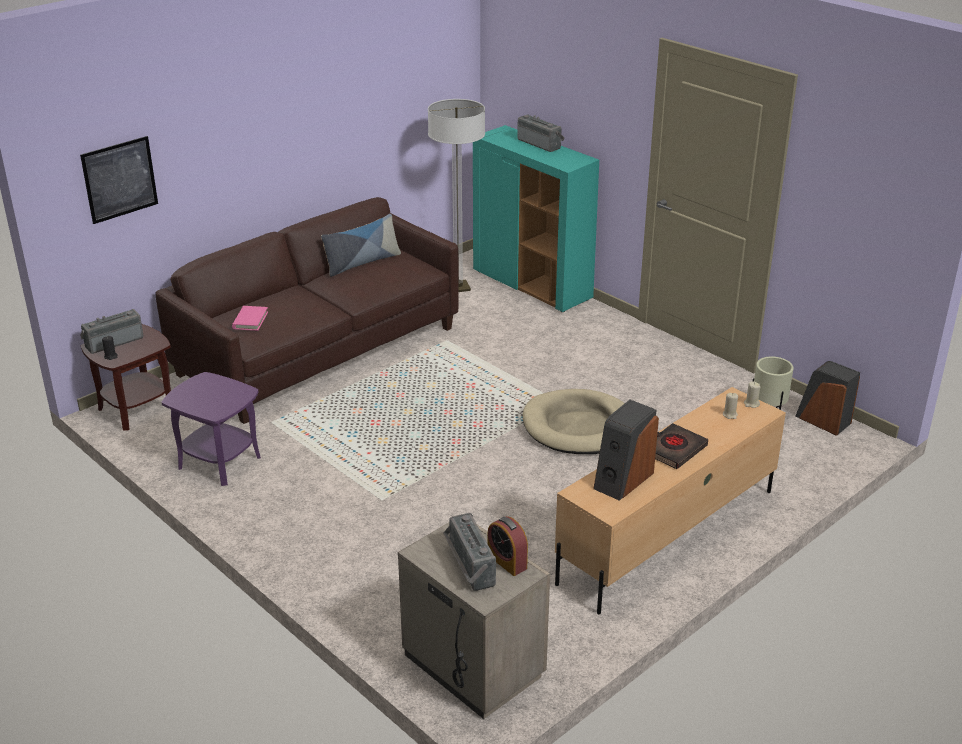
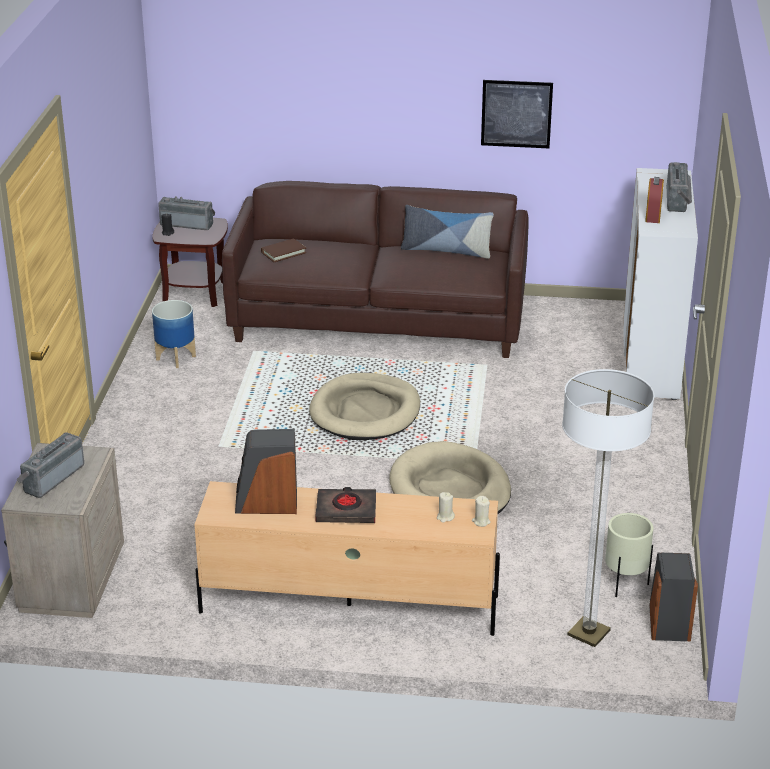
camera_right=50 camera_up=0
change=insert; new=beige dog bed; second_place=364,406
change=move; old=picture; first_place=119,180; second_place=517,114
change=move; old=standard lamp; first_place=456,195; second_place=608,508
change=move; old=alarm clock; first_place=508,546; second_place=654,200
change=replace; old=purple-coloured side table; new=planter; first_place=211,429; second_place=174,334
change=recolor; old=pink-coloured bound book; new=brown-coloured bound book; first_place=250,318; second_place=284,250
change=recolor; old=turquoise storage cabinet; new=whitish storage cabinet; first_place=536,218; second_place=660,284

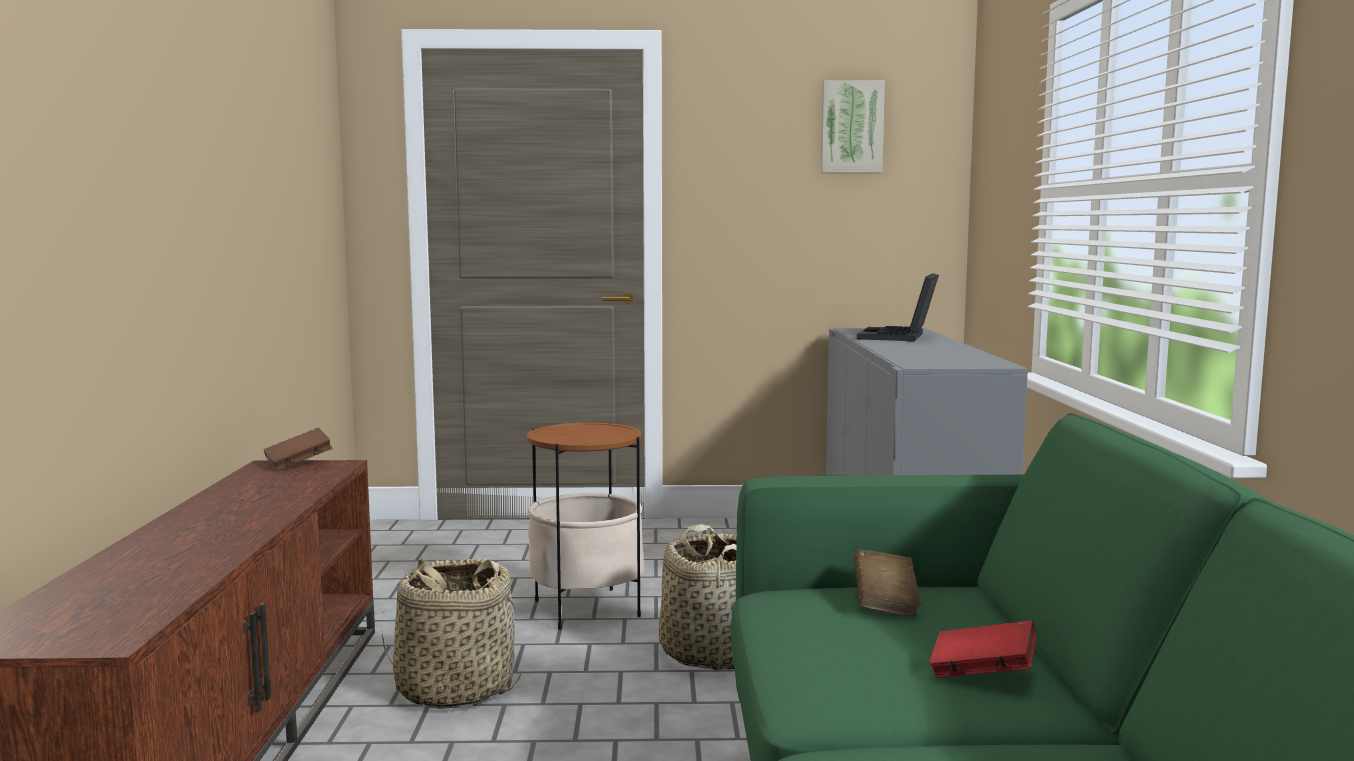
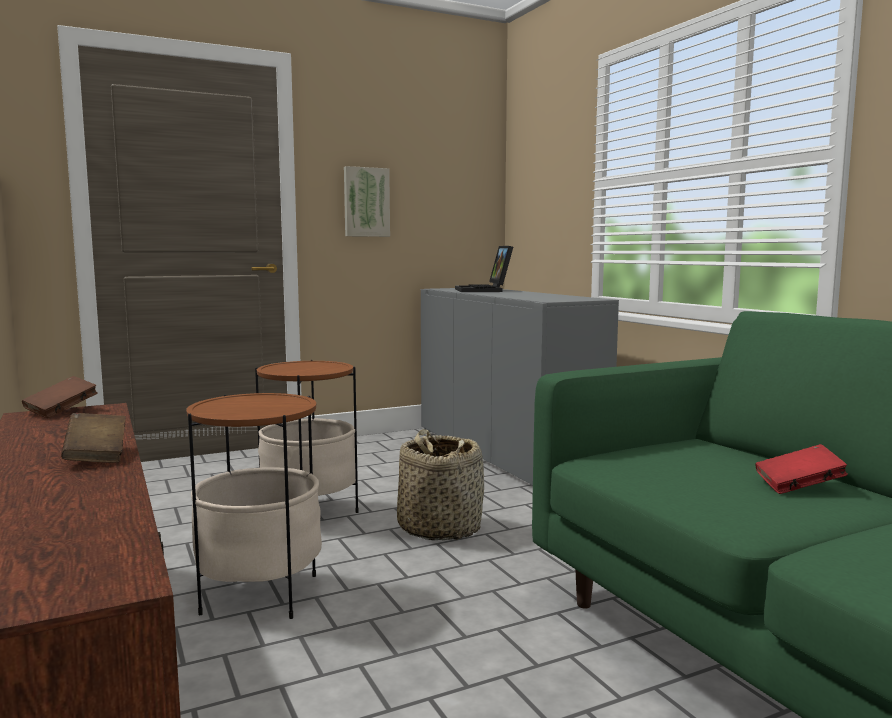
camera_right=-25 camera_up=0
change=move; old=picture; first_place=853,126; second_place=367,201
change=move; old=brown-coloured bound book; first_place=887,582; second_place=93,438
change=replace; old=household basket; new=side table; first_place=451,633; second_place=254,506

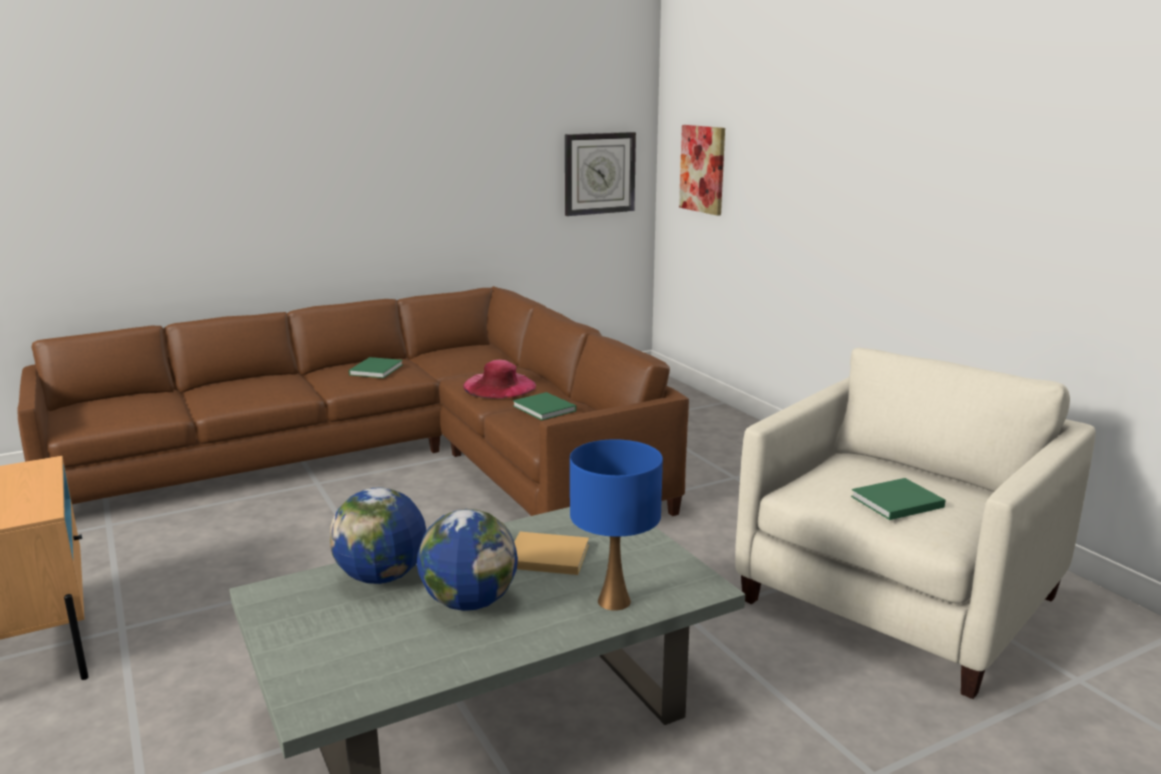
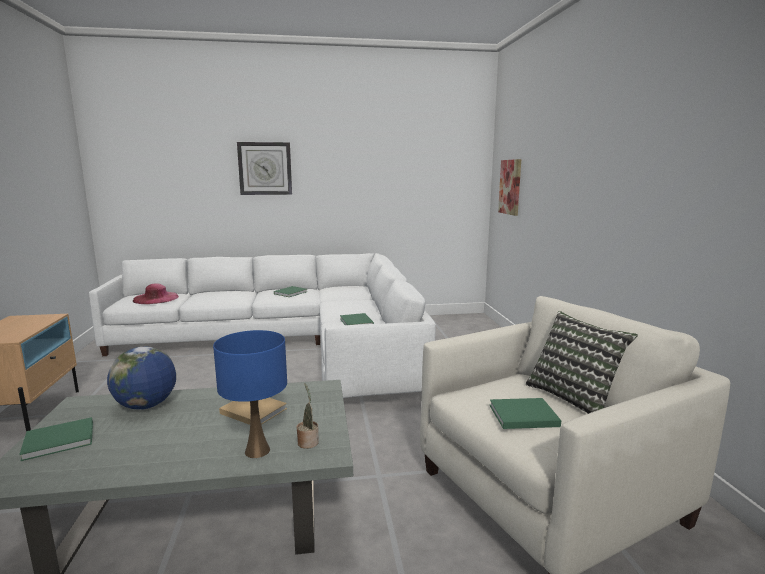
camera_right=20 camera_up=-5
change=delete; old=desk globe; first_place=467,560
change=insert; new=greenish bound book; second_place=56,439
change=insert; new=potted plant; second_place=308,416
change=insert; new=cushion; second_place=582,362
change=move; old=pink-coloured hat; first_place=499,379; second_place=156,293
change=move; old=hanging clock; first_place=600,174; second_place=264,168
change=recolor; old=brown-coloured settee; new=whitish settee; first_place=353,401; second_place=262,325

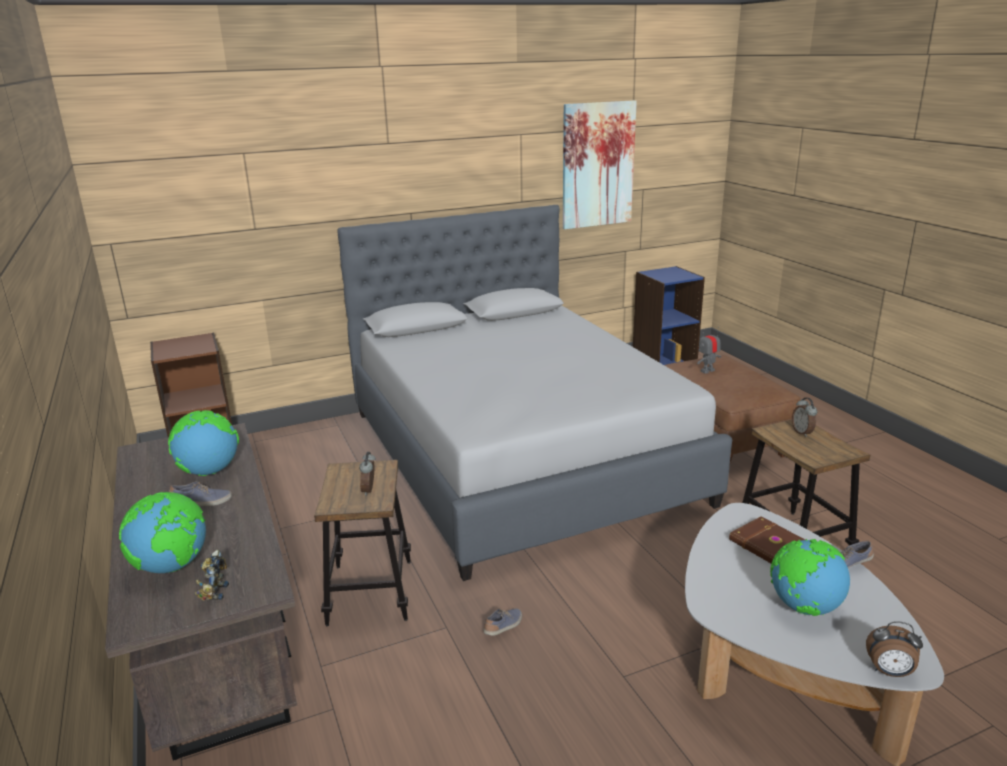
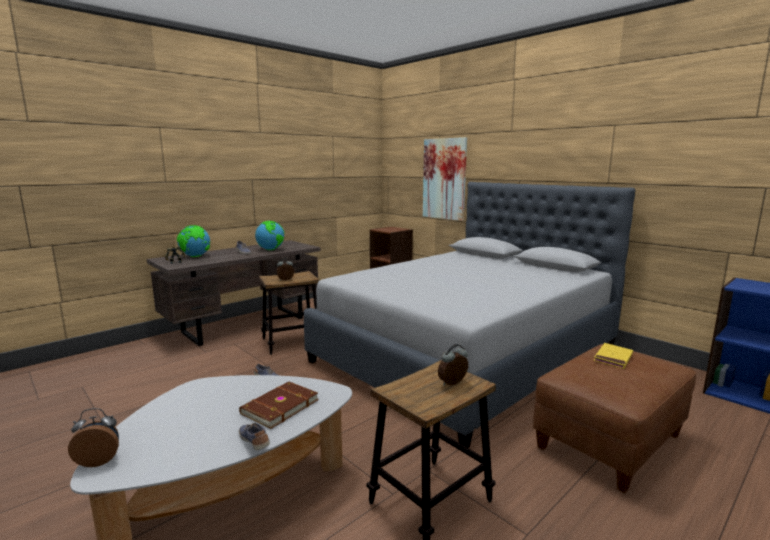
camera_right=70 camera_up=-10
change=delete; old=desk globe; first_place=810,577
change=move; old=picture; first_place=600,164; second_place=445,179
change=replace; old=toy robot; new=yellowish bound book; first_place=709,350; second_place=613,356
change=rotate; old=alarm clock; first_place=894,649; second_place=93,437; degrees=75

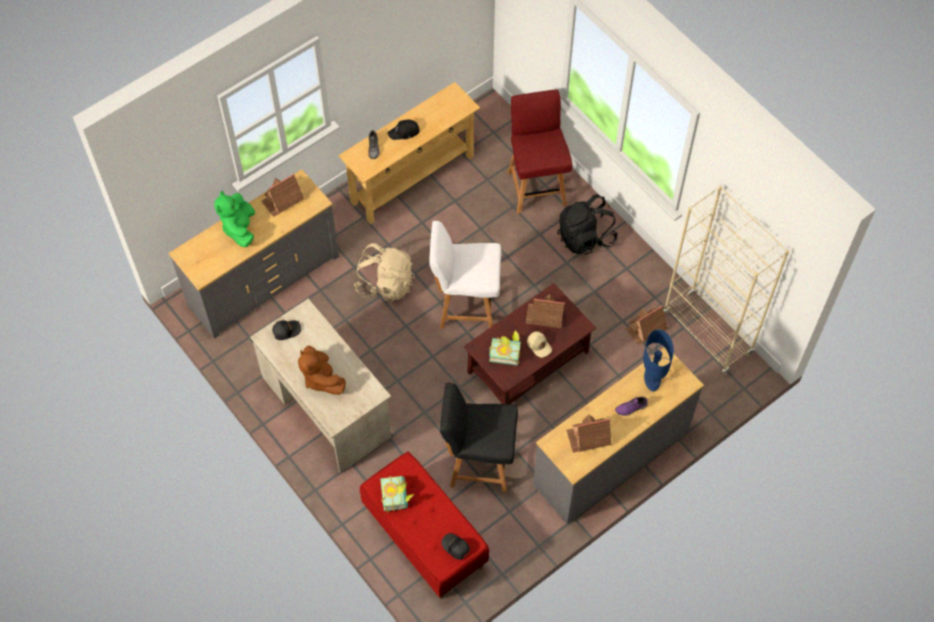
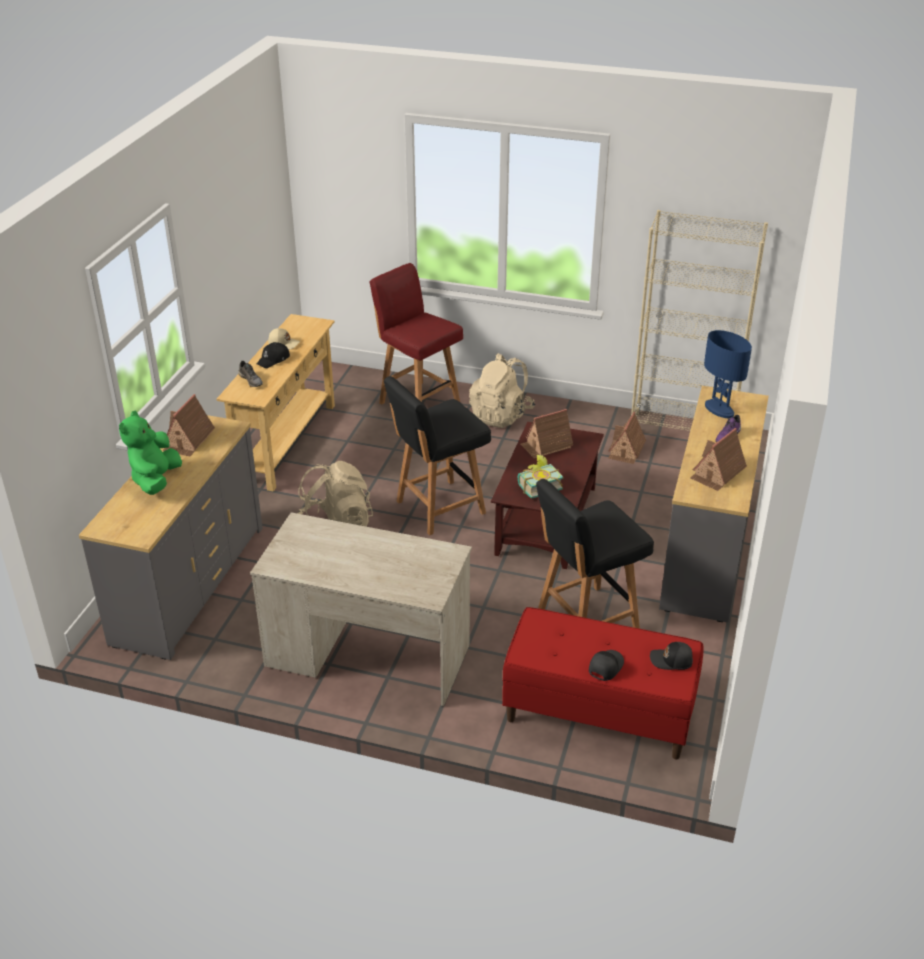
camera_right=-35 camera_up=-25
change=delete; old=brown-coloured cuddly toy; first_place=322,370
change=delete; old=bound book; first_place=397,494
change=move; old=black peaked cap; first_place=286,330; second_place=606,665
change=move; old=beige peaked cap; first_place=539,344; second_place=284,339
change=recolor; old=whitish plain chair; new=black plain chair; first_place=465,275; second_place=437,455
change=recolor; old=black rucksack; new=beige rucksack; first_place=587,225; second_place=502,390
change=rotate; old=greenish cuddly toy; first_place=234,219; second_place=150,453; degrees=45

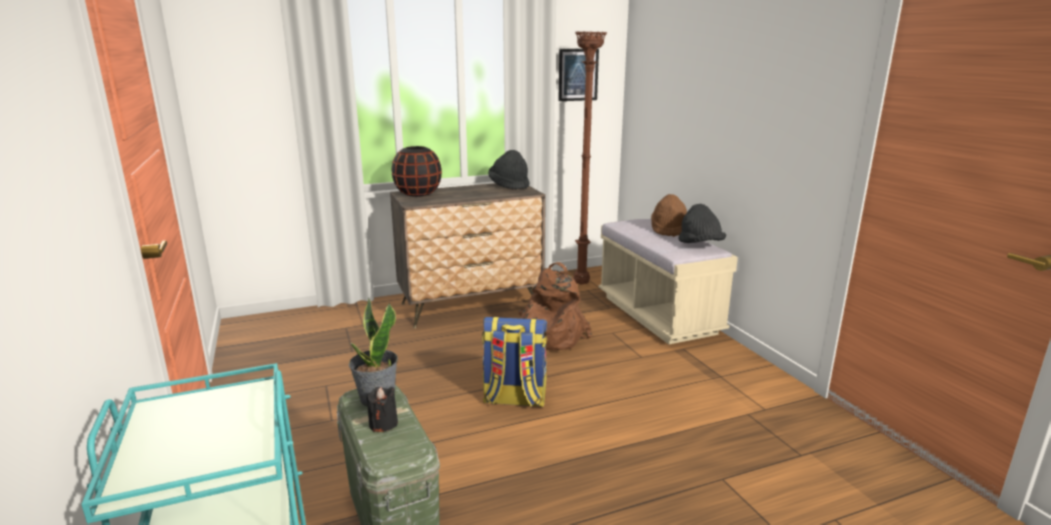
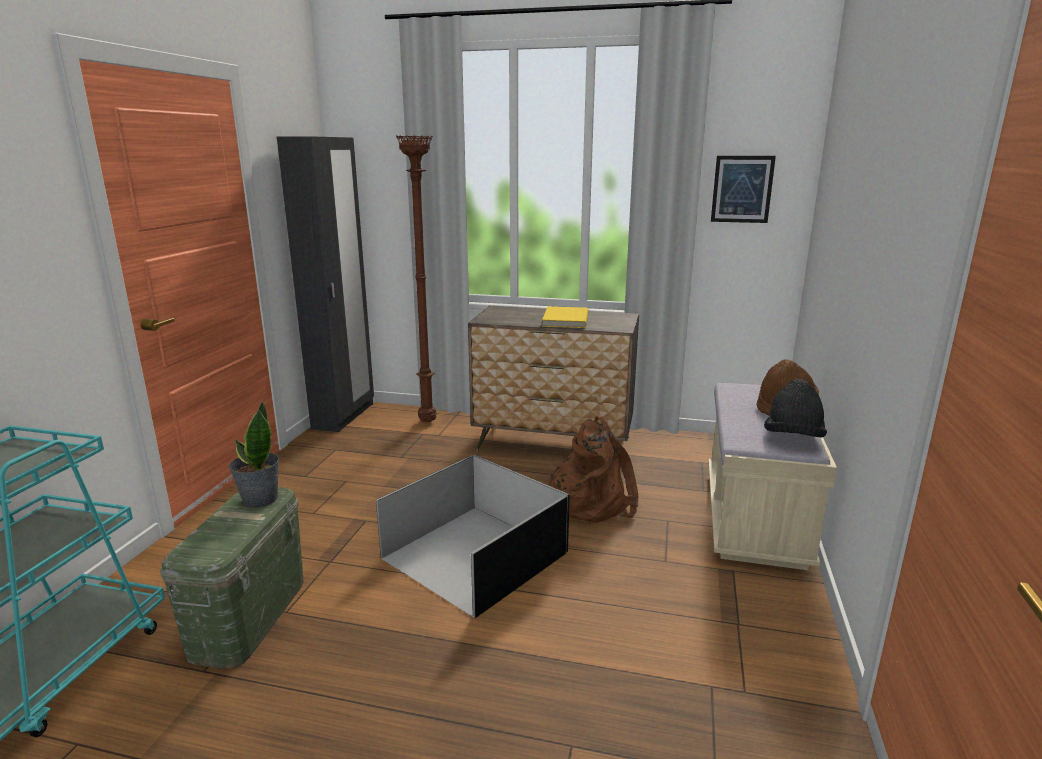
camera_right=35 camera_up=0
change=delete; old=black wax candle; first_place=382,409
change=delete; old=black decorative vase; first_place=417,171
change=delete; old=black hat; first_place=509,169
change=insert; new=black armoire; second_place=325,284
change=insert; new=yellowish bound book; second_place=565,317
change=move; old=brown-coloured standard lamp; first_place=590,158; second_place=416,278
change=replace; old=rucksack; new=black storage box; first_place=514,362; second_place=473,536

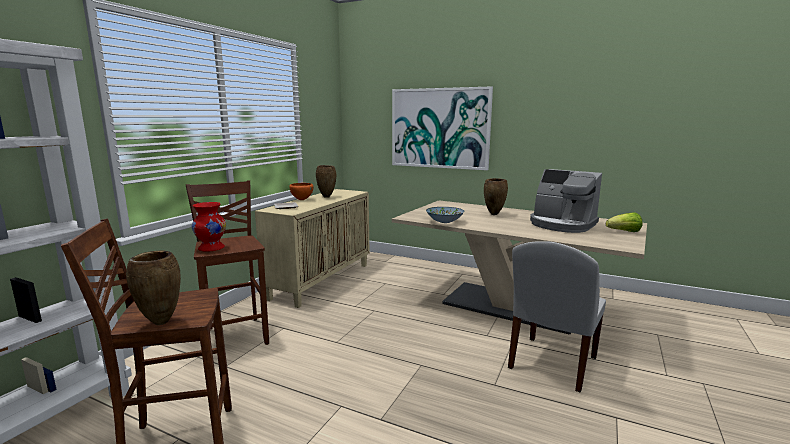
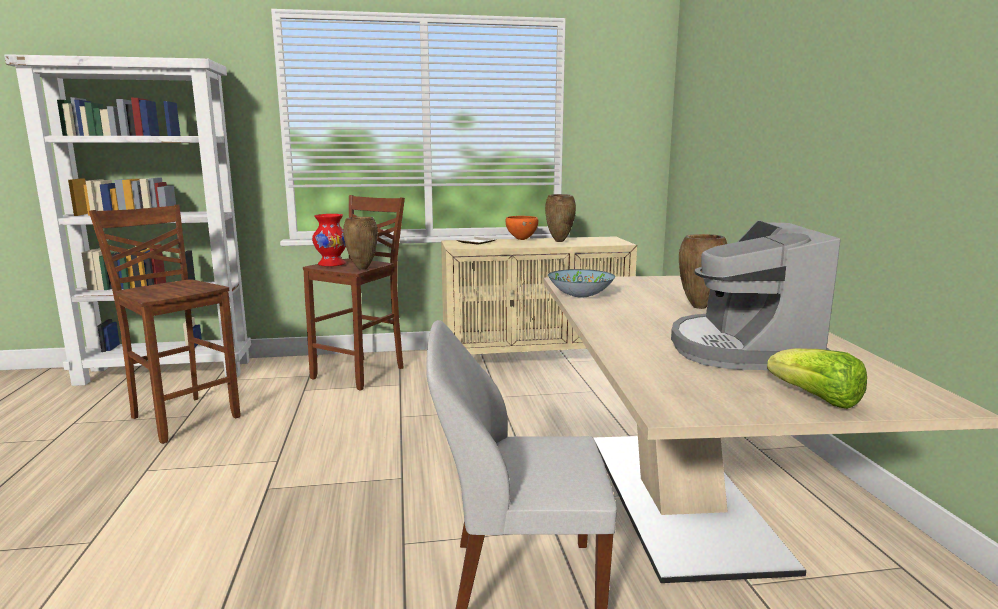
camera_right=55 camera_up=0
change=delete; old=picture; first_place=442,128
change=move; old=brown-coloured decorative vase; first_place=153,288; second_place=360,243

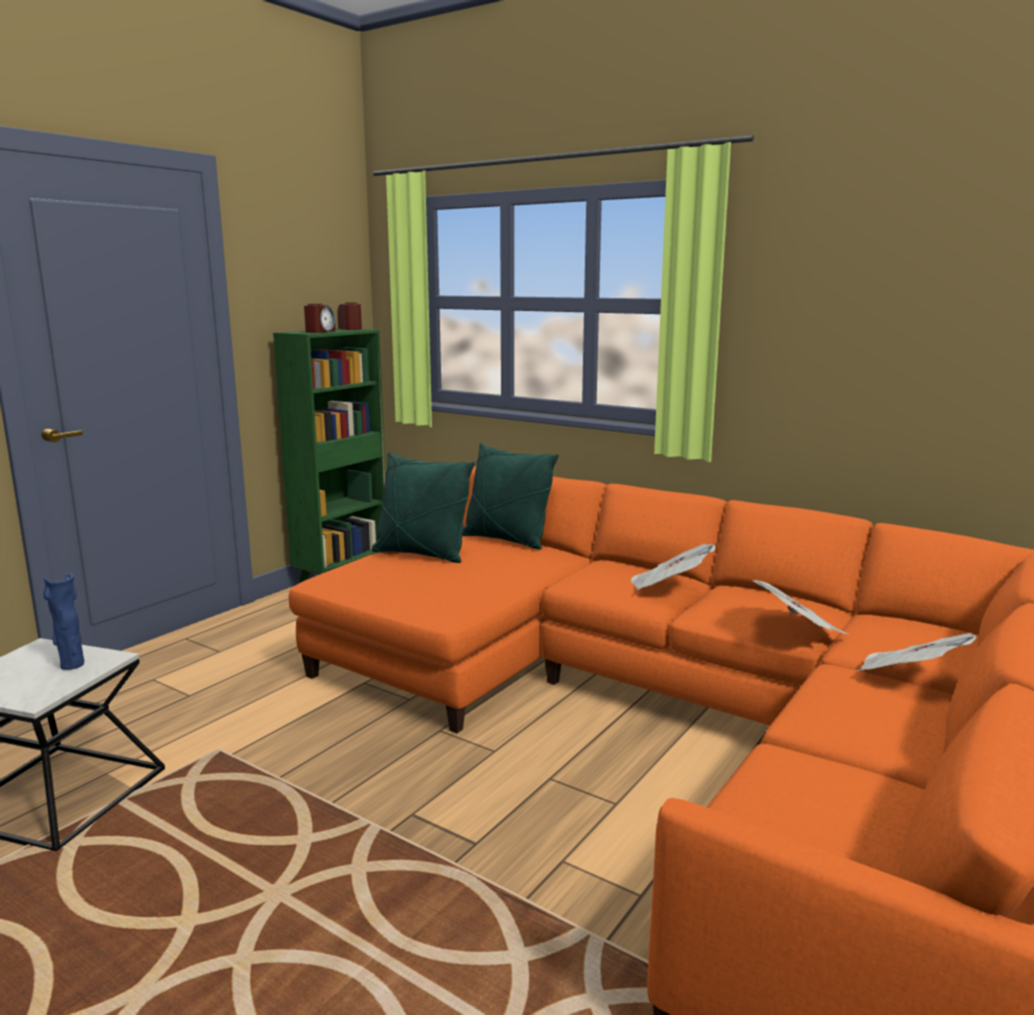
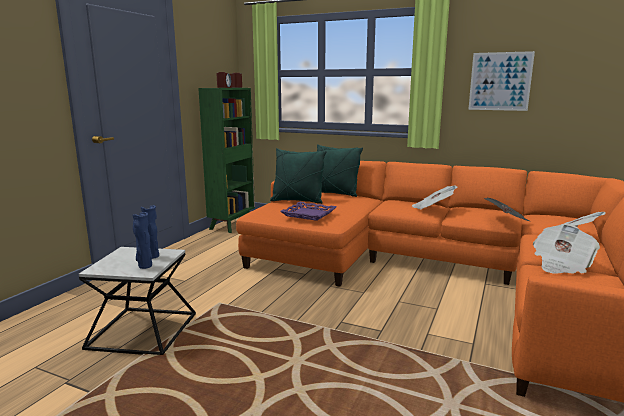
camera_right=-10 camera_up=0
change=insert; new=blue decorative vase; second_place=142,240
change=insert; new=purple-coloured carrying tray; second_place=308,211
change=insert; new=picture; second_place=501,81
change=insert; new=daily paper; second_place=566,249

